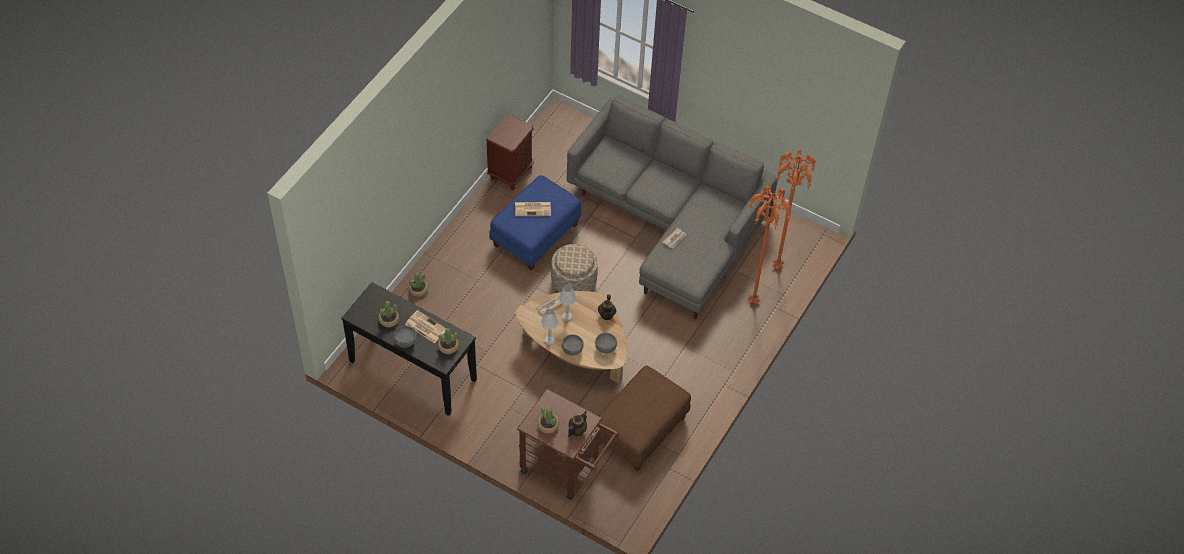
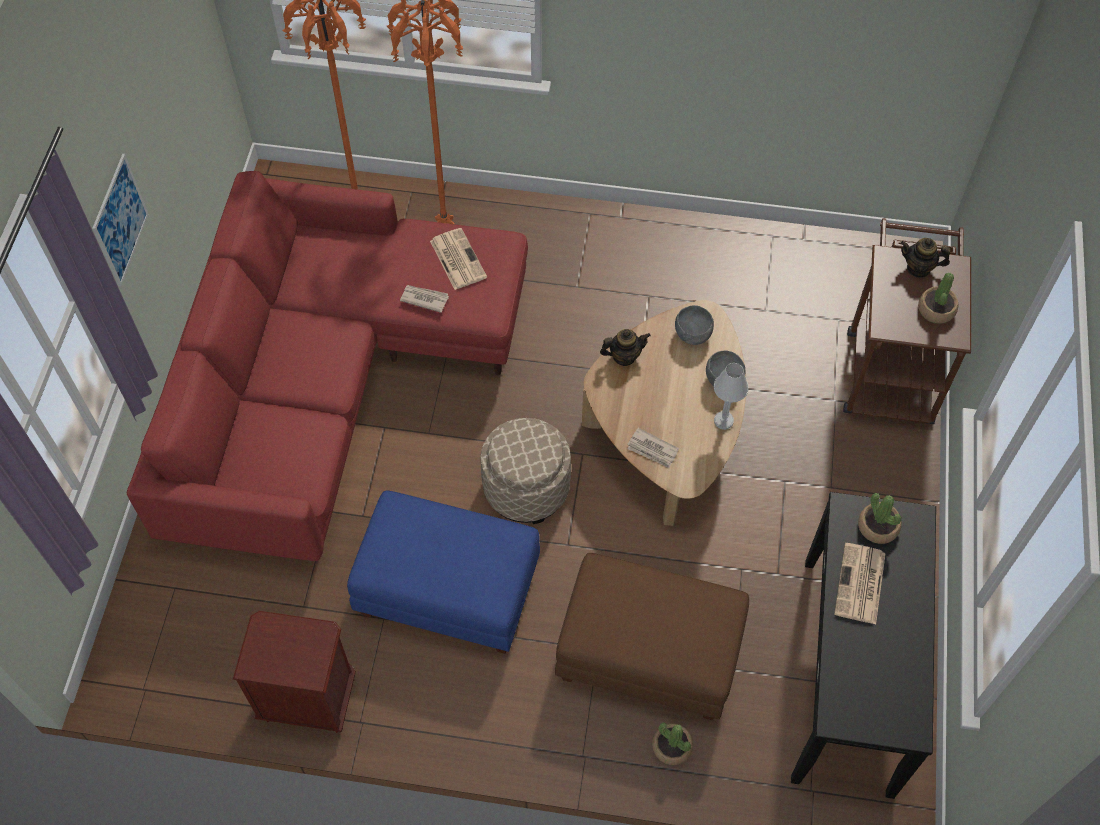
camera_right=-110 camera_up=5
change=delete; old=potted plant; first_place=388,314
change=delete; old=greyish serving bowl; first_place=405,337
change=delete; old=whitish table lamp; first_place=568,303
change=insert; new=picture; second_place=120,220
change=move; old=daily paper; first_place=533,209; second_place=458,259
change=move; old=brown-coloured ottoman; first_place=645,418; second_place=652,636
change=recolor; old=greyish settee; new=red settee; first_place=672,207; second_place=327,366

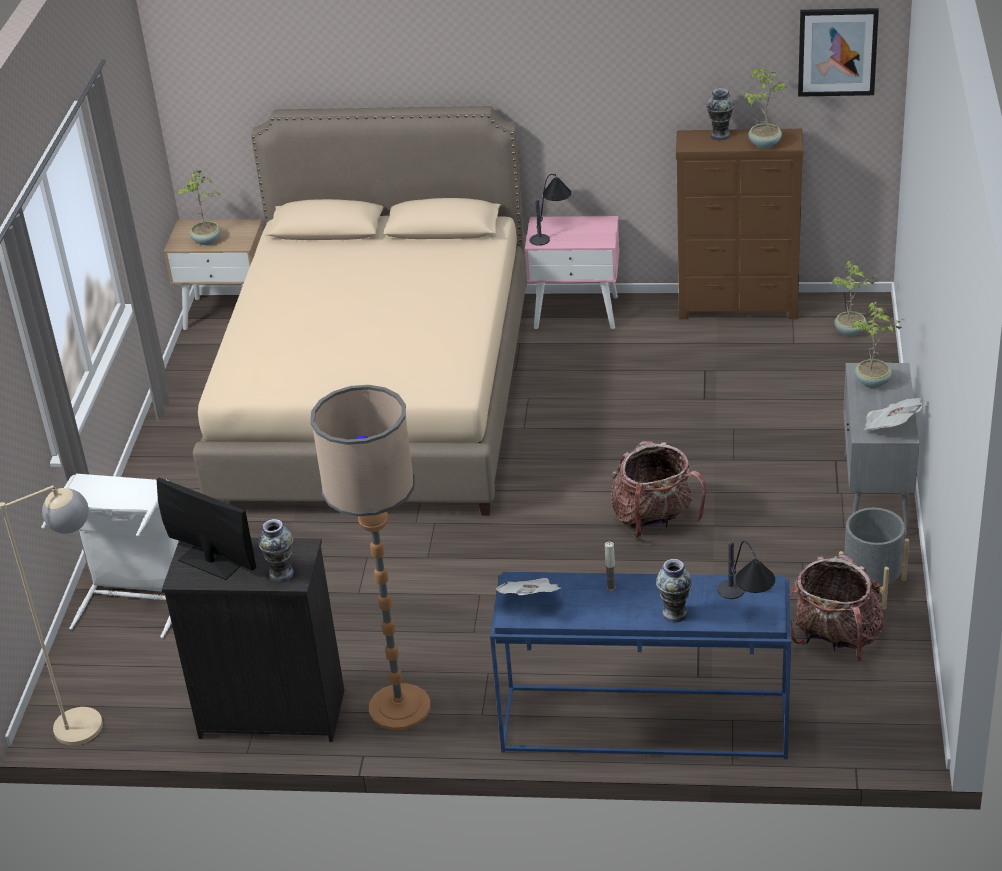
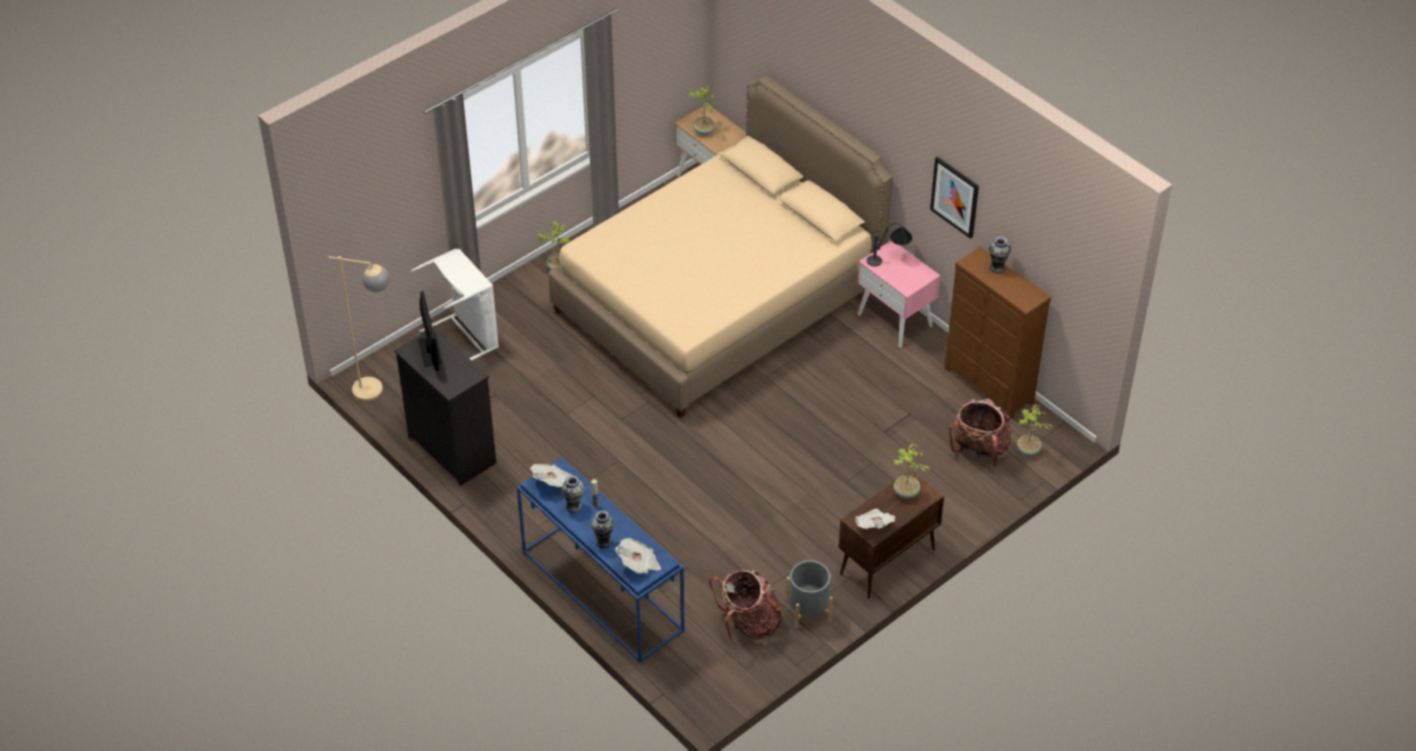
camera_right=40 camera_up=10
change=delete; old=standard lamp; first_place=370,557
change=move; old=decorative vase; first_place=276,550; second_place=573,494
change=move; old=rucksack; first_place=658,489; second_place=980,433
change=move; old=potted plant; first_place=765,108; second_place=553,245
change=move; old=picture; first_place=838,52; second_place=954,198
change=replace; old=table lamp; new=daily paper; first_place=746,569; second_place=638,556
change=recolor; old=greyish storage cabinet; new=brown-coloured storage cabinet; first_place=881,449; second_place=891,535

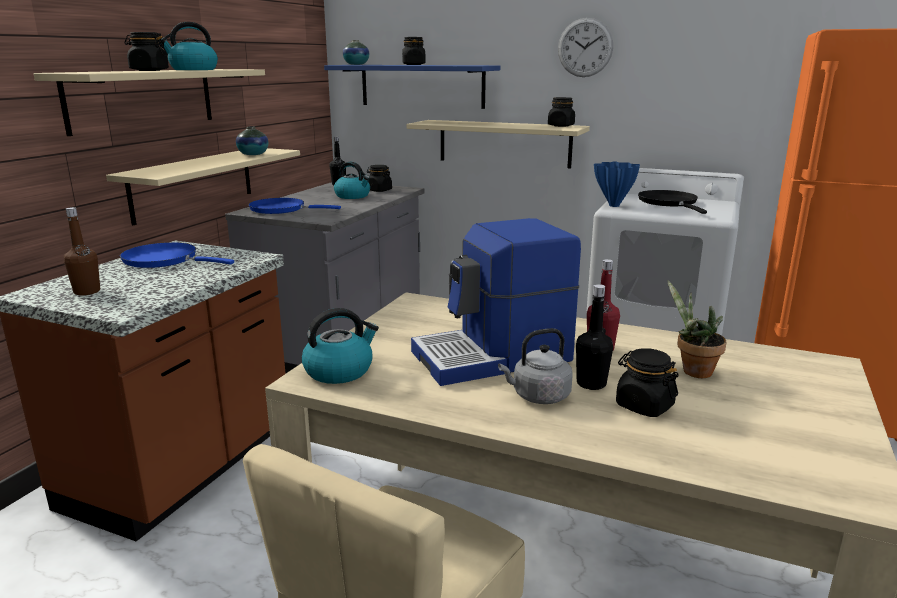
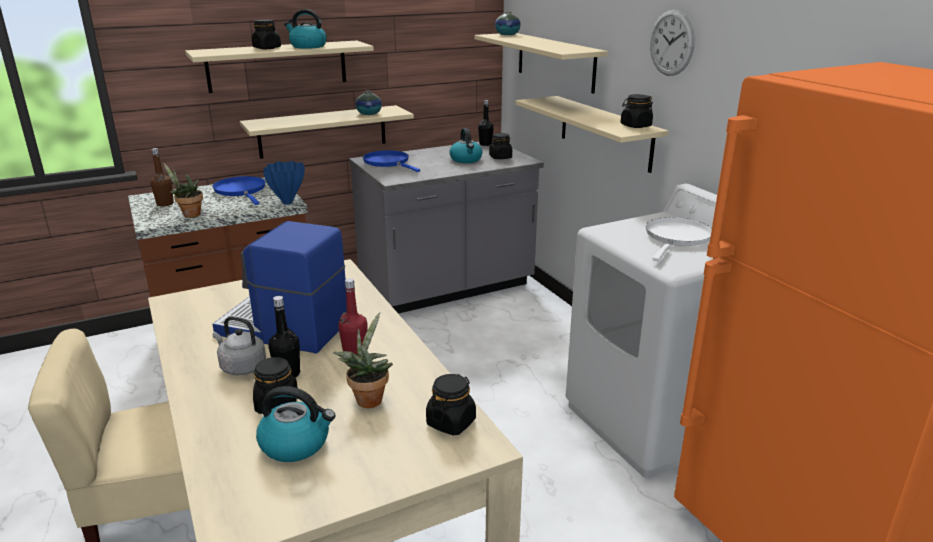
camera_right=40 camera_up=5
change=insert; new=potted plant; second_place=183,191
change=move; old=kettle; first_place=340,346; second_place=295,424
change=move; old=black jar; first_place=414,51; second_place=451,404
change=move; old=blue decorative vase; first_place=617,184; second_place=284,183
change=recolor; old=blue bracket shelf; new=beige bracket shelf; first_place=412,87; second_place=541,63
change=recolor; old=black frying pan; new=whitish frying pan; first_place=672,202; second_place=679,239

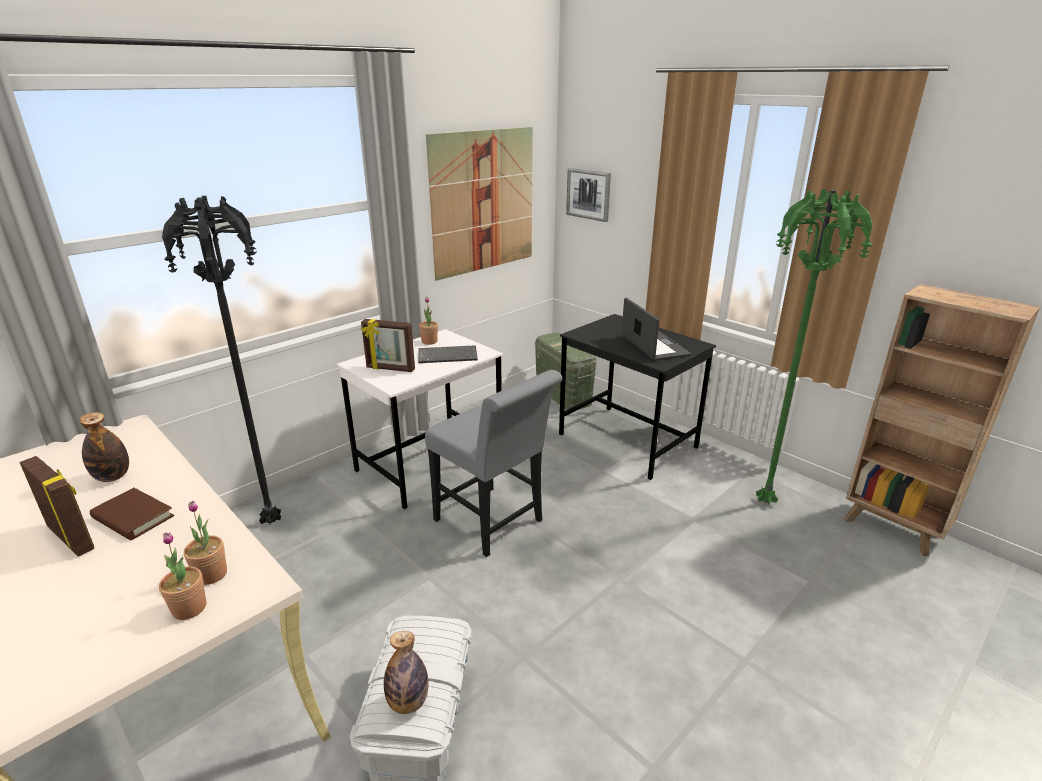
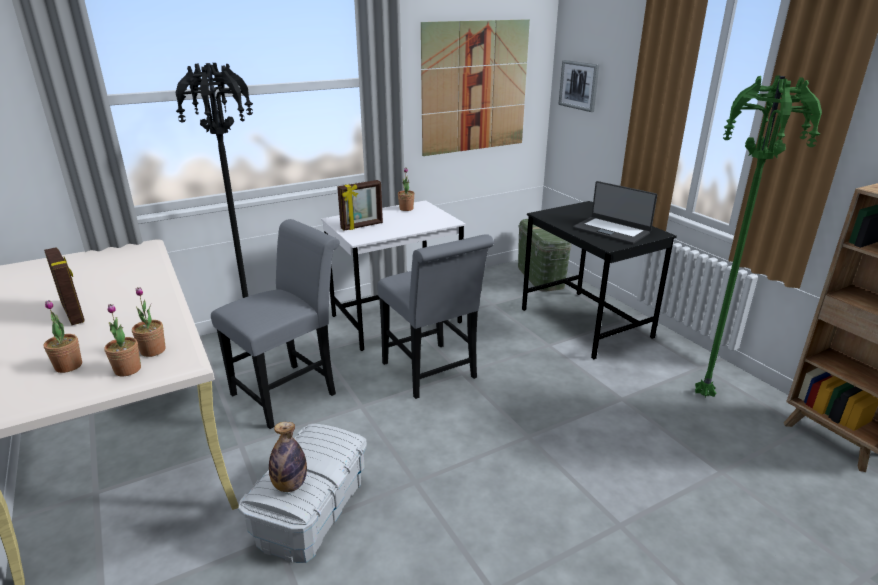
camera_right=15 camera_up=0
change=delete; old=bottle; first_place=104,447
change=delete; old=brown-coloured bound book; first_place=132,514
change=delete; old=keyboard; first_place=448,354
change=insert; new=potted plant; second_place=63,336
change=insert; new=greyish plain chair; second_place=275,324
change=rotate; old=picture frame; first_place=388,345; second_place=360,205; degrees=-60
change=rotate; old=portable computer; first_place=656,329; second_place=615,212; degrees=135

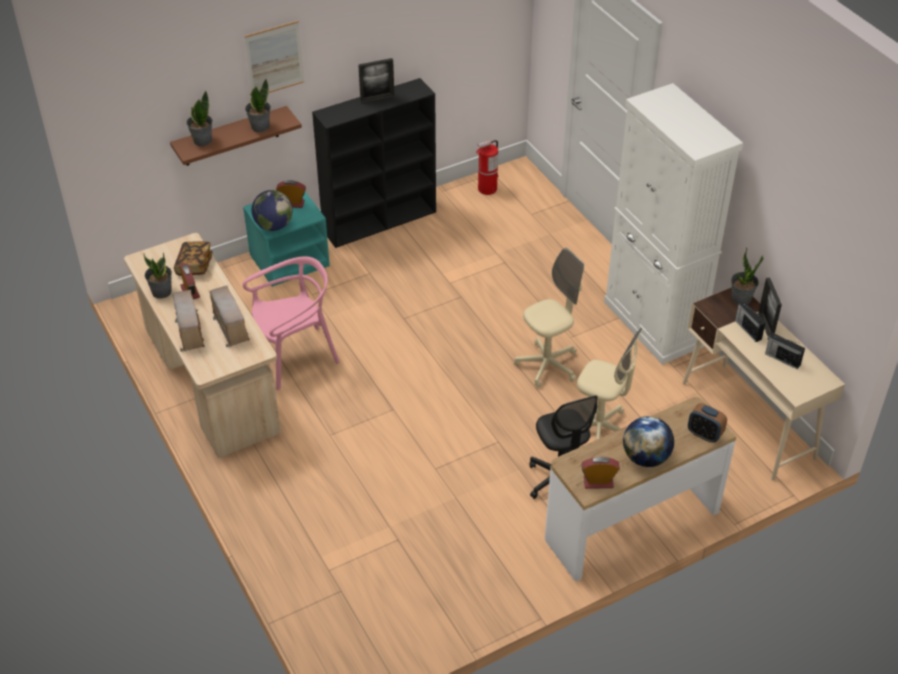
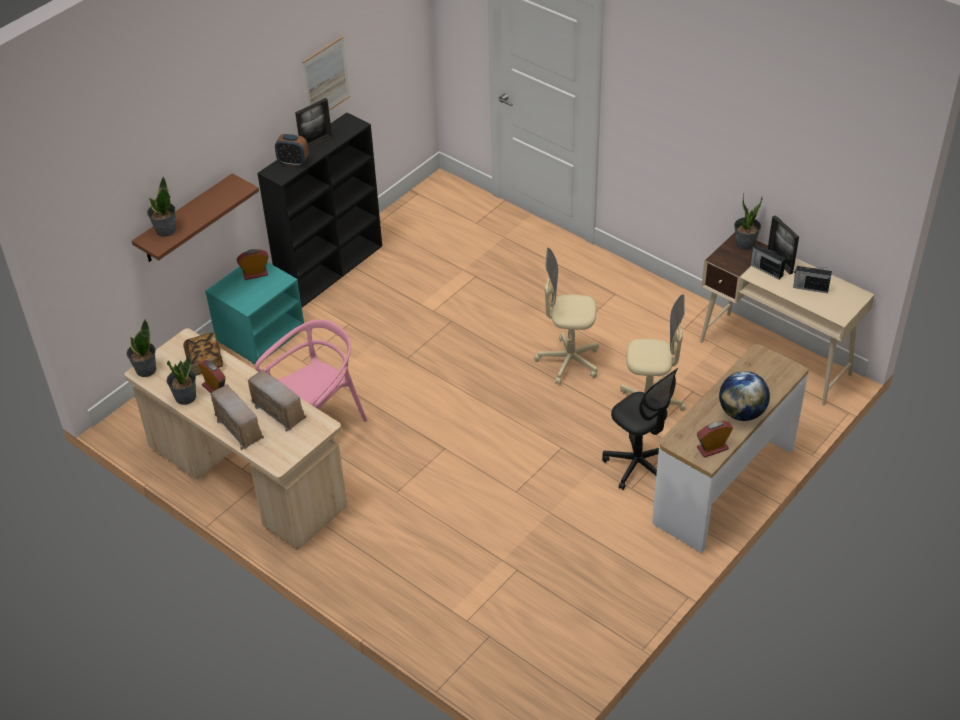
camera_right=-20 camera_up=0
change=delete; old=desk globe; first_place=272,210
change=delete; old=extinguisher; first_place=487,167
change=delete; old=whitish storage cabinet; first_place=673,224
change=move; old=picture; first_place=274,56; second_place=326,73
change=move; old=potted plant; first_place=258,105; second_place=141,348
change=move; old=alarm clock; first_place=707,423; second_place=292,150
change=rotate; old=beige office chair; first_place=549,318; second_place=566,316; degrees=-120

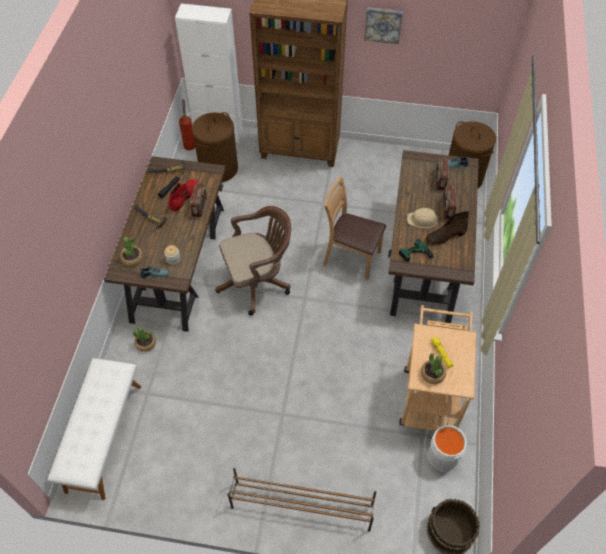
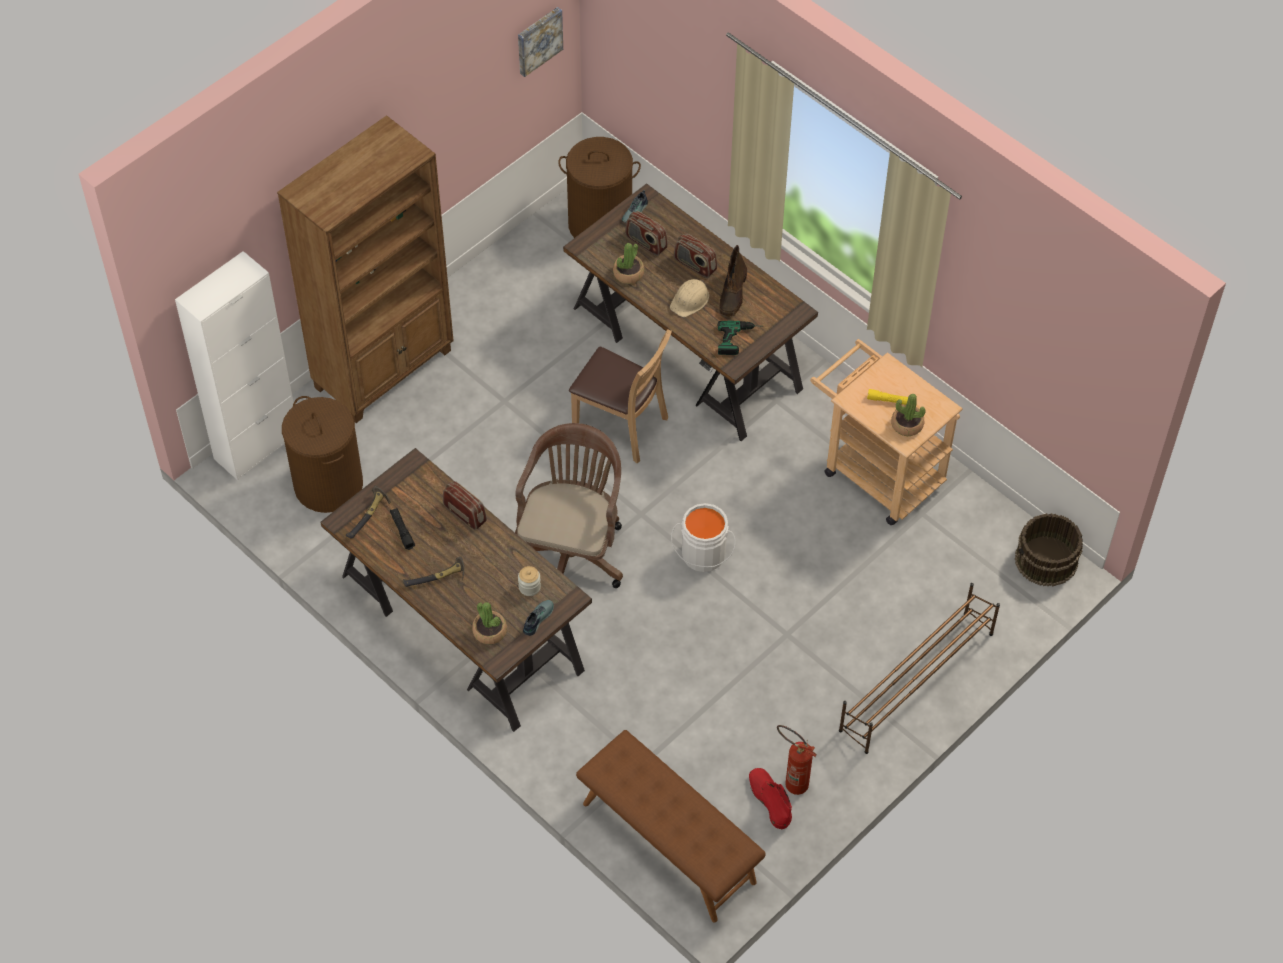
camera_right=-55 camera_up=0
change=move; old=potted plant; first_place=144,339; second_place=628,263
change=move; old=red tall boot; first_place=183,195; second_place=770,799
change=move; old=extinguisher; first_place=187,124; second_place=797,760
change=move; old=picture; first_place=383,26; second_place=540,42
change=move; old=whitish pail; first_place=445,449; second_place=703,537
change=recolor; old=whitish long seat; new=brown-coloured long seat; first_place=94,429; second_place=670,826
change=rotate; old=brown-coloured plain chair; first_place=354,228; second_place=620,396; degrees=-120

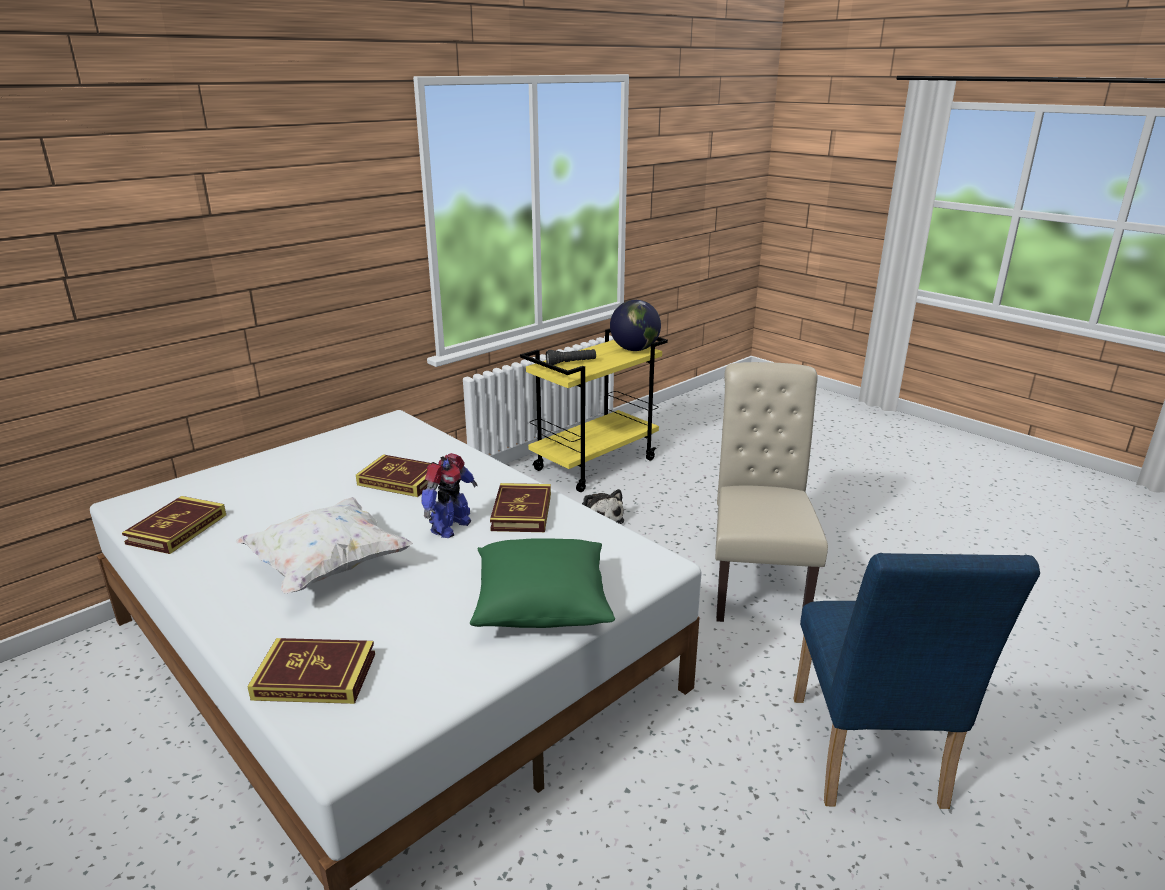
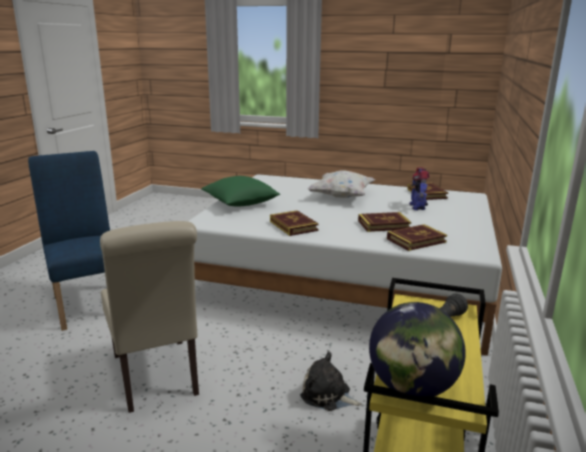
camera_right=150 camera_up=-5
change=move; old=bound book; first_place=311,671; second_place=417,237
change=move; old=toy robot; first_place=449,495; second_place=419,188

